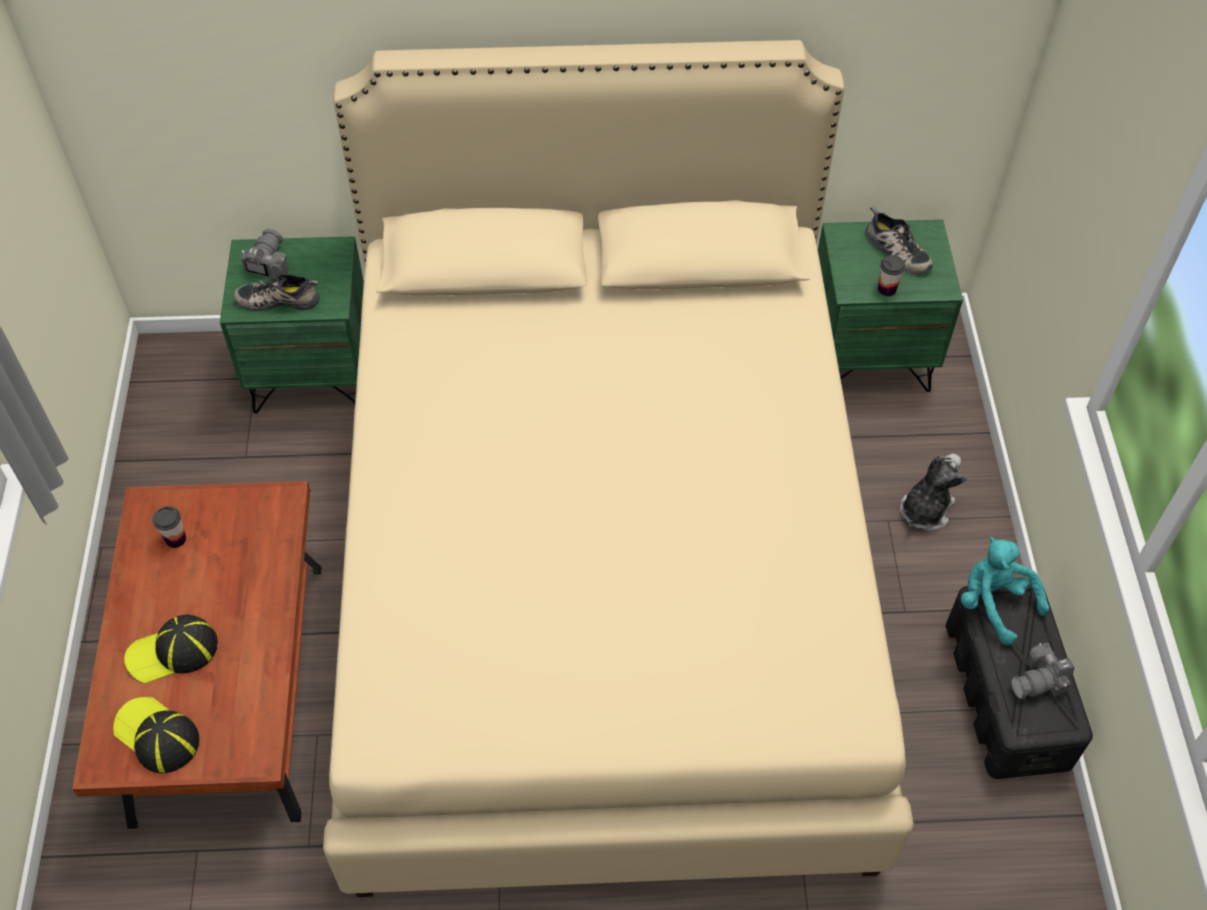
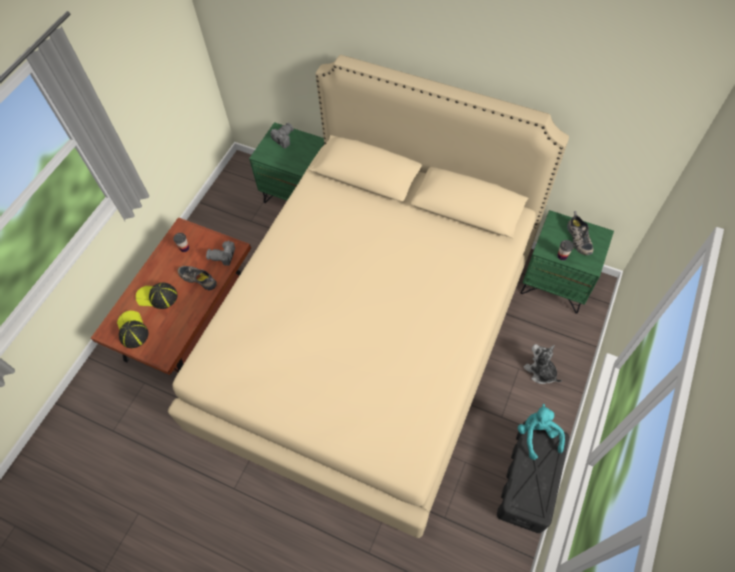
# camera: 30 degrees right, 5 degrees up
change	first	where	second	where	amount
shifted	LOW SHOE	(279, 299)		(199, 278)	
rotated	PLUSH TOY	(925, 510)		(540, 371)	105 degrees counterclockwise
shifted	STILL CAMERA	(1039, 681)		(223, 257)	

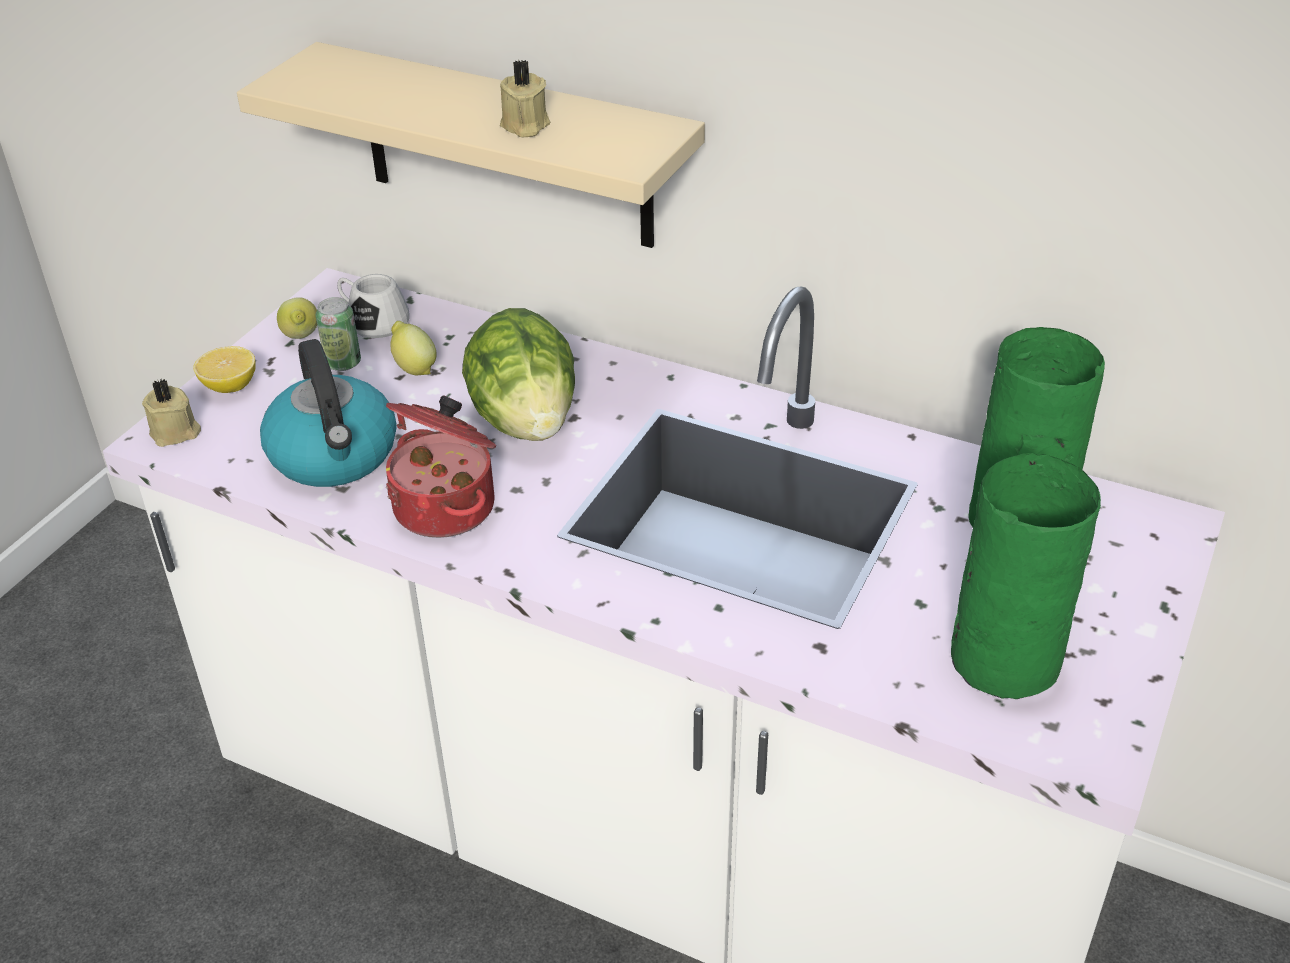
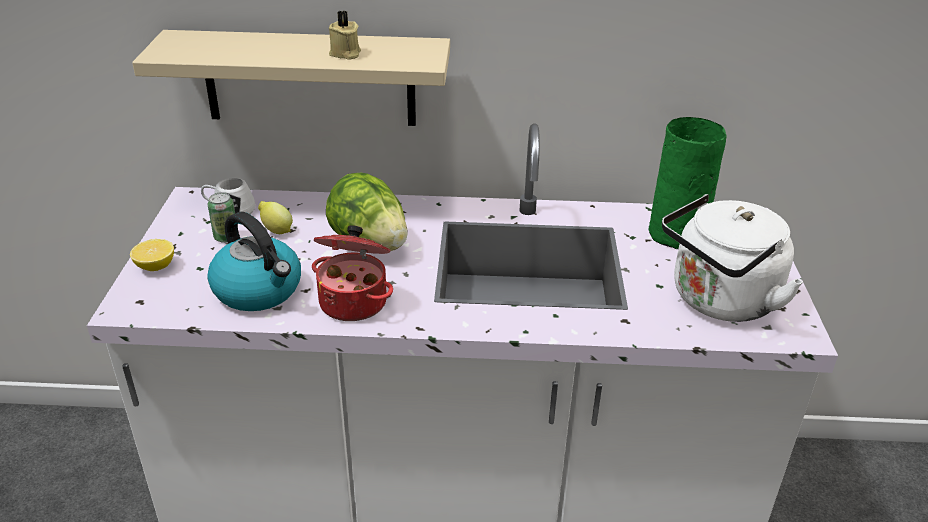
# camera: 25 degrees left, 5 degrees down
change	first	where	second	where	amount
gone	BEIGE WAX LIGHT	(176, 433)			
gone	LEMON	(301, 338)			
swapped	GREENISH FLOWER VASE	(1001, 658)	WHITE-COLOURED KETTLE	(719, 301)	

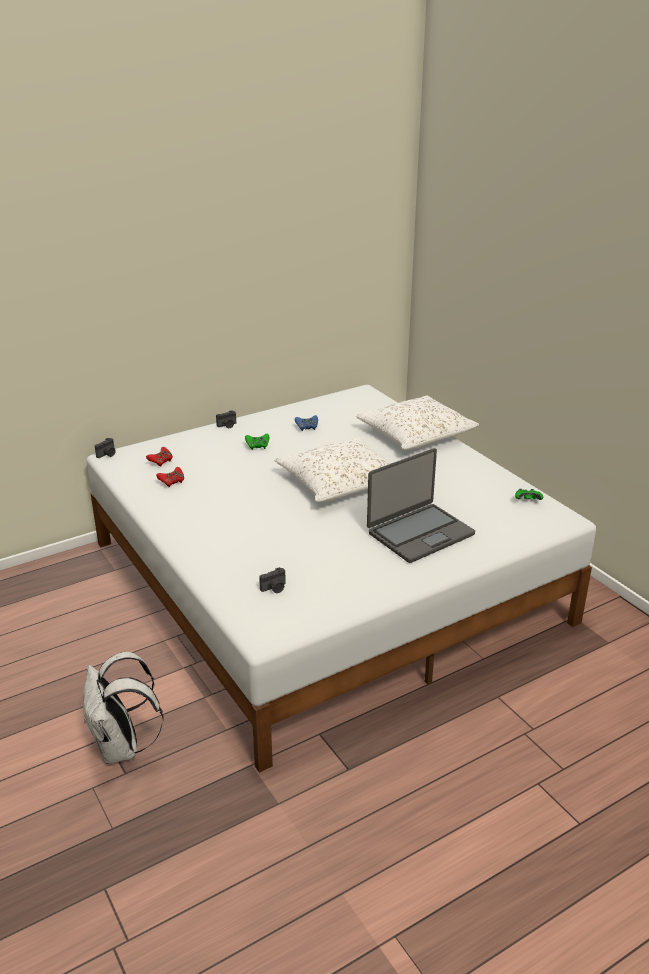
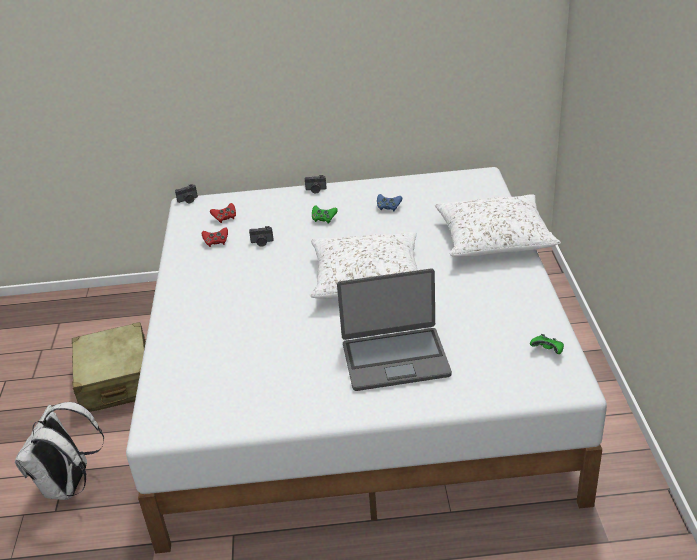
# camera: 30 degrees right, 5 degrees up
change	first	where	second	where	amount
shifted	STILL CAMERA	(274, 588)		(262, 242)	
new			BEIGE TRAVEL CASE	(116, 380)	

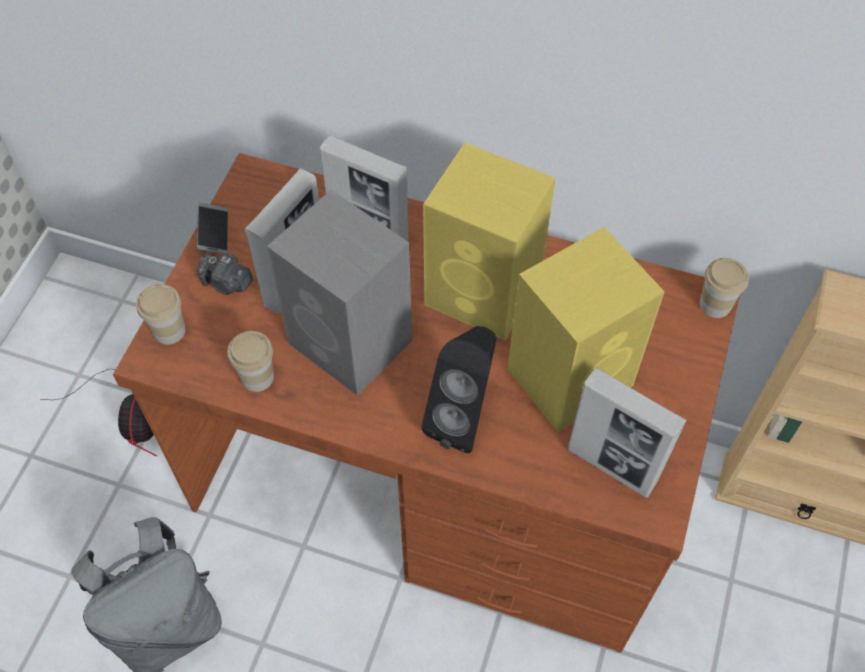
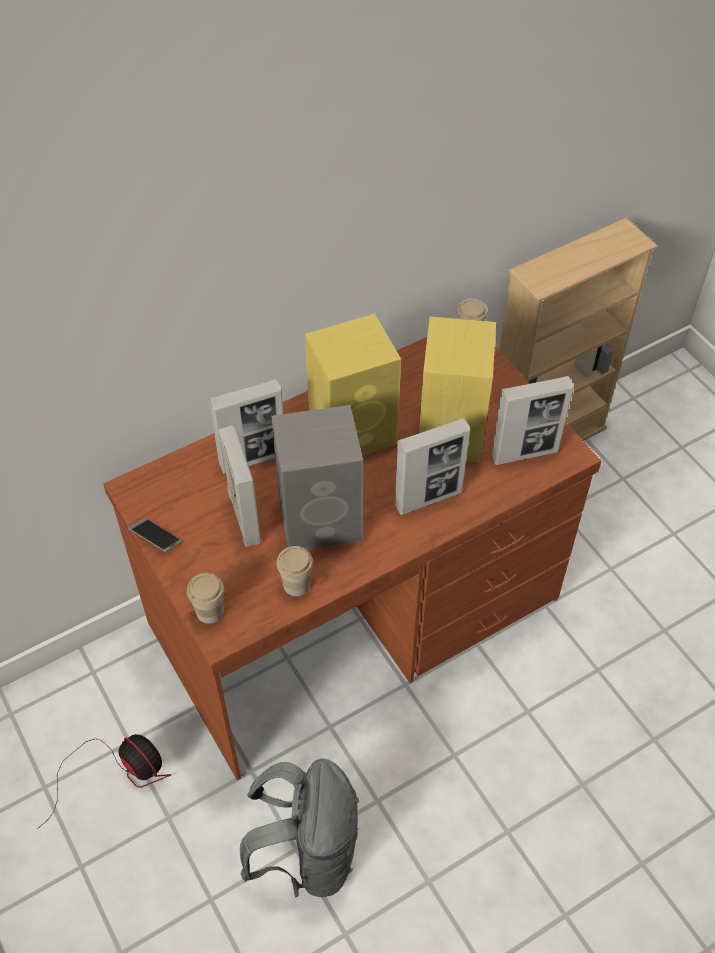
# camera: 50 degrees left, 5 degrees down
change	first	where	second	where	amount
gone	STILL CAMERA	(227, 283)			
swapped	BLACKISH LOUDSPEAKER	(463, 417)	PHOTO FRAME	(428, 498)	

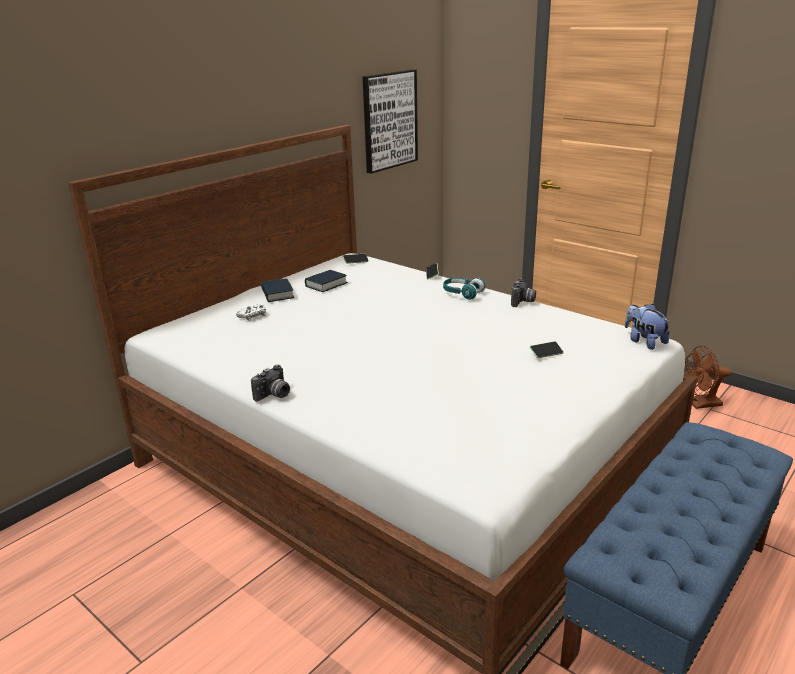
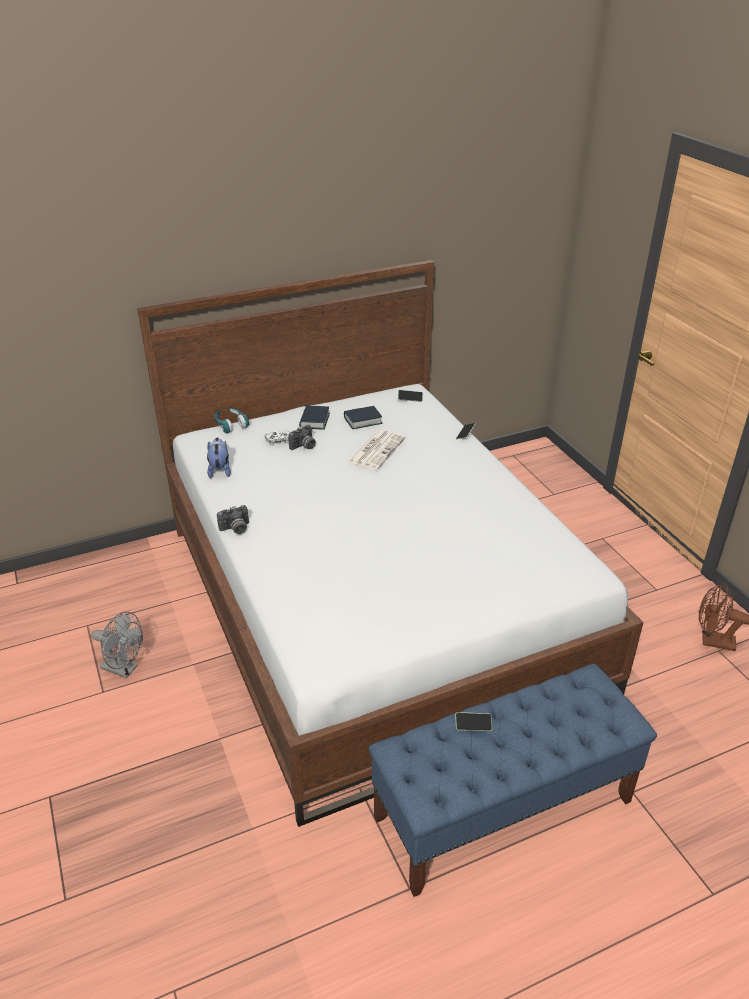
# camera: 25 degrees right, 10 degrees up
change	first	where	second	where	amount
gone	PICTURE	(389, 120)			
shifted	BLUE-GREEN HEADSET	(462, 293)		(231, 425)	
shifted	STILL CAMERA	(523, 302)		(304, 446)	
shifted	TELEPHONE	(546, 354)		(473, 725)	
shifted	PLUSH TOY	(644, 341)		(219, 470)	
new			GREYISH COOLING FAN	(124, 669)	
new			PRINTED PAPER	(376, 450)	

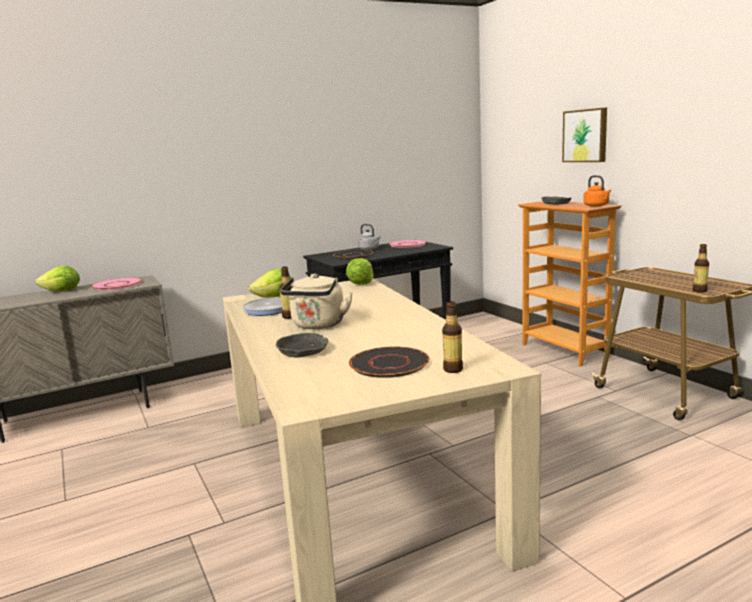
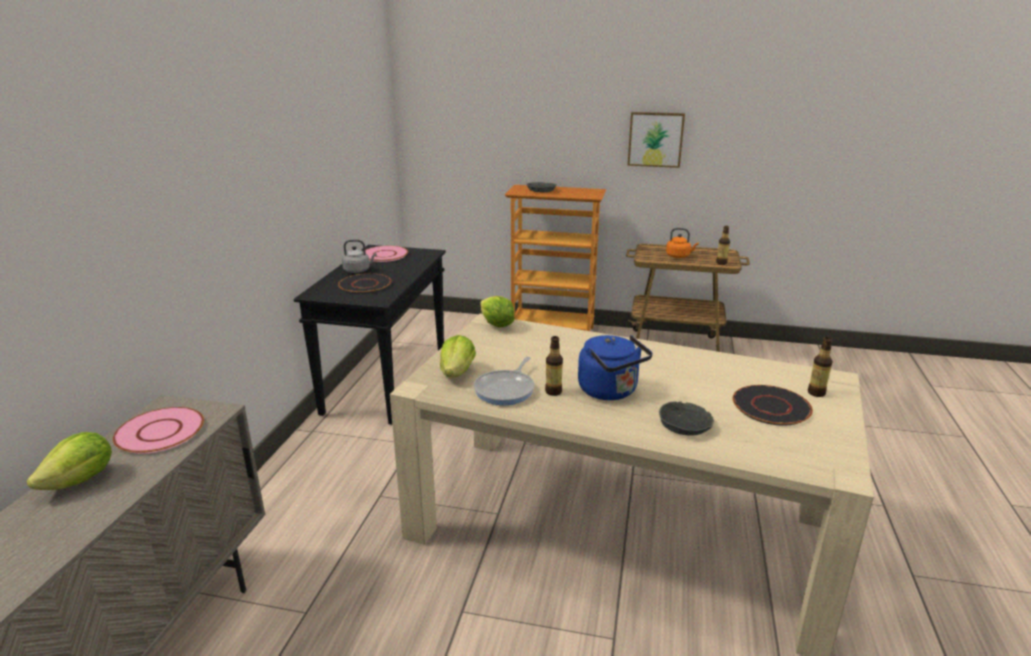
# camera: 50 degrees left, 10 degrees up
change	first	where	second	where	amount
repainted	BEIGE KETTLE	(317, 325)	BLUISH KETTLE	(610, 391)	
shifted	PICTURE	(586, 135)		(655, 139)	
shifted	ORANGE-COLOURED KETTLE	(597, 206)		(679, 256)	

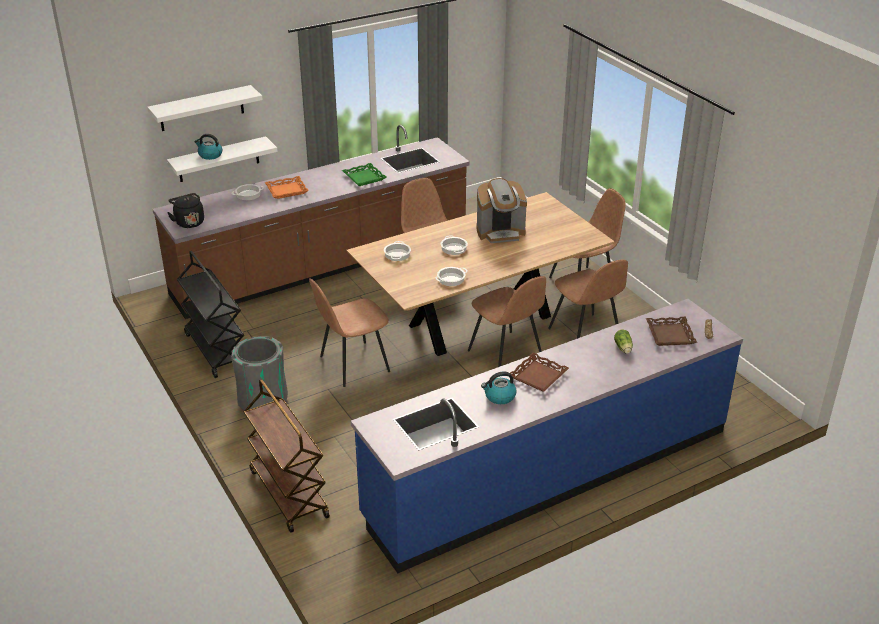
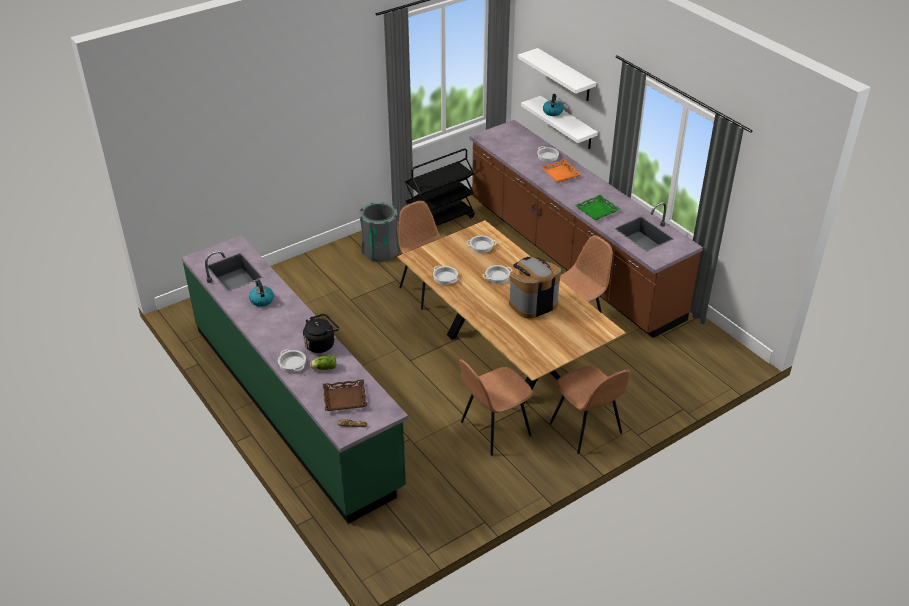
# camera: 85 degrees right, 5 degrees up
change	first	where	second	where	amount
shifted	BLACKISH KETTLE	(188, 222)		(321, 344)	
gone	BROWN-COLOURED WHEELED CART	(288, 493)			
repainted	BLUISH KITCHEN BASE UNIT	(549, 473)	GREENISH KITCHEN BASE UNIT	(295, 404)	
gone	BROWN-COLOURED UPRIGHT CHAIR	(506, 354)			
rotated	COFFEE MACHINE	(500, 232)		(532, 303)	75 degrees clockwise
gone	BROWN-COLOURED SERVING TRAY	(537, 376)			
new			STOCKPOT	(292, 364)	

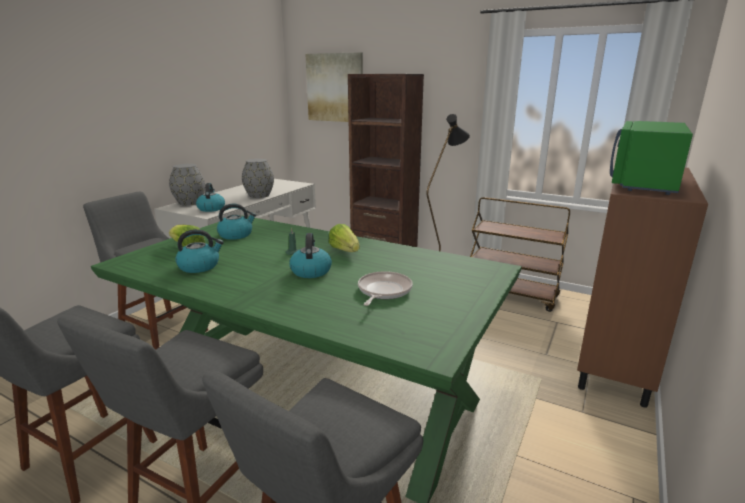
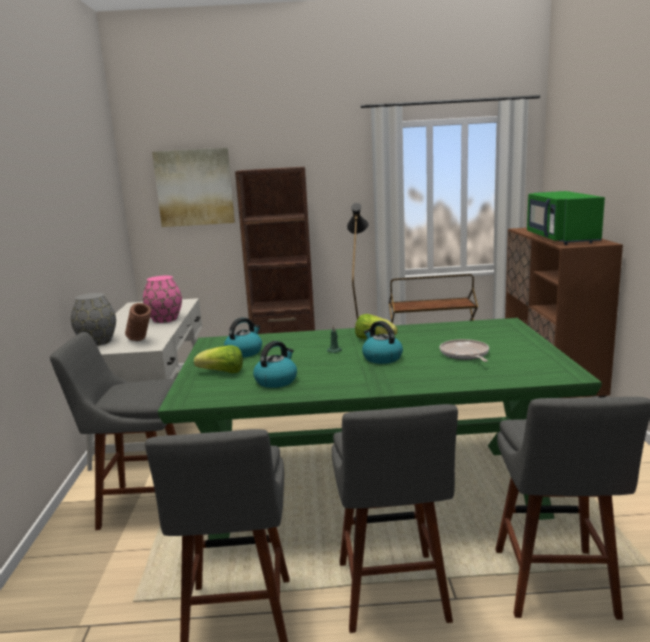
# camera: 30 degrees left, 5 degrees down
change	first	where	second	where	amount
swapped	KETTLE	(211, 208)	BROWN-COLOURED FLOWER VASE	(140, 341)	
repainted	GREYISH FLOWER VASE	(259, 195)	PINK-COLOURED FLOWER VASE	(165, 319)	

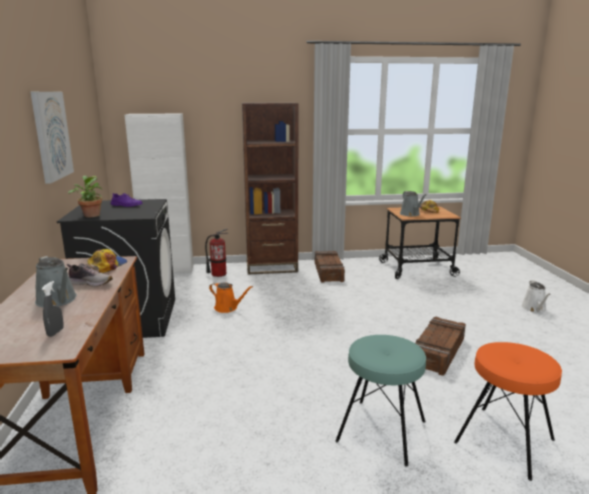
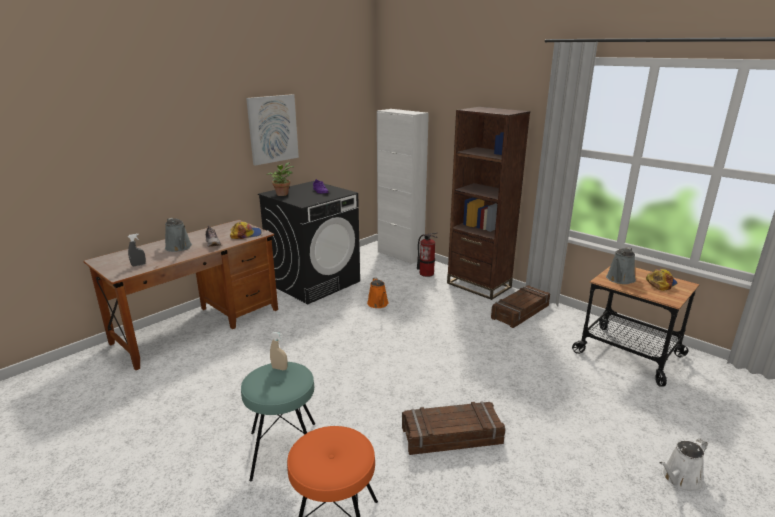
# camera: 50 degrees right, 5 degrees up
change	first	where	second	where	amount
rotated	GREYISH SPRINKLING CAN	(58, 301)		(179, 247)	45 degrees counterclockwise
new			BEIGE SPRAYER	(279, 368)	

